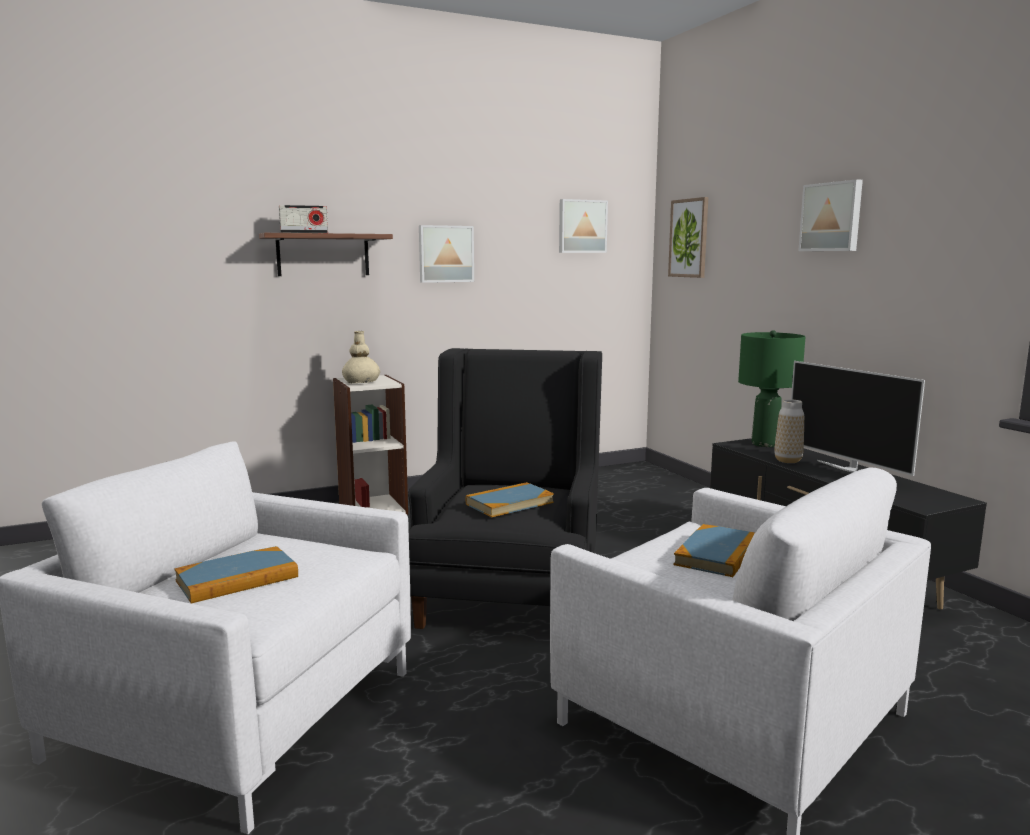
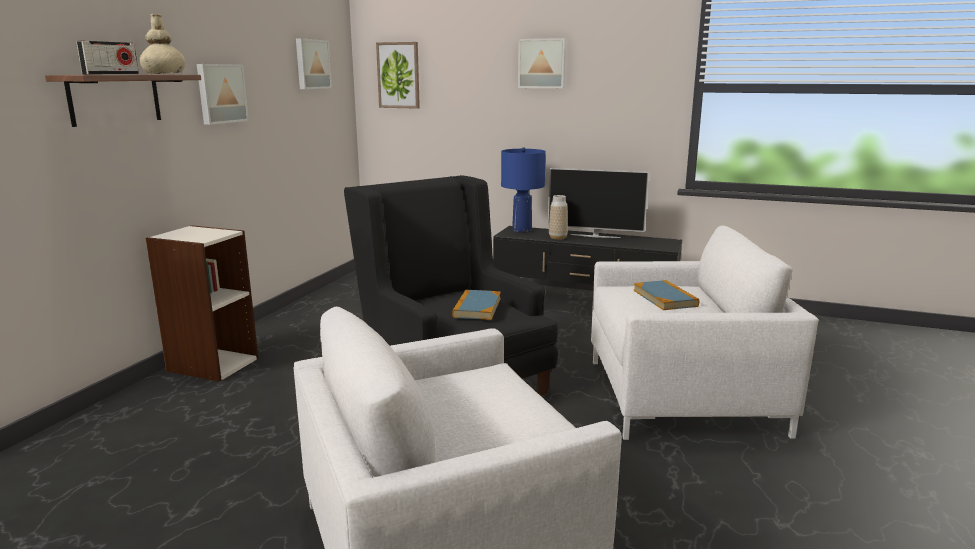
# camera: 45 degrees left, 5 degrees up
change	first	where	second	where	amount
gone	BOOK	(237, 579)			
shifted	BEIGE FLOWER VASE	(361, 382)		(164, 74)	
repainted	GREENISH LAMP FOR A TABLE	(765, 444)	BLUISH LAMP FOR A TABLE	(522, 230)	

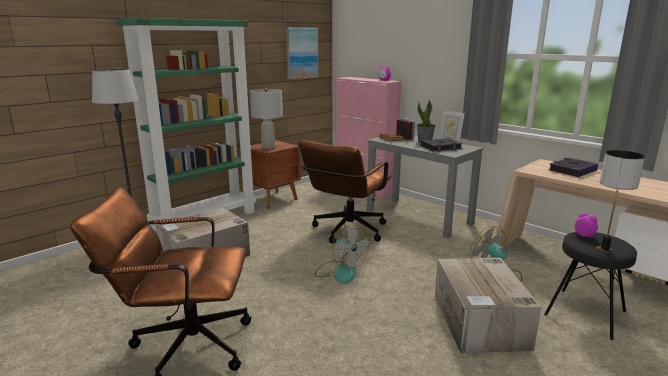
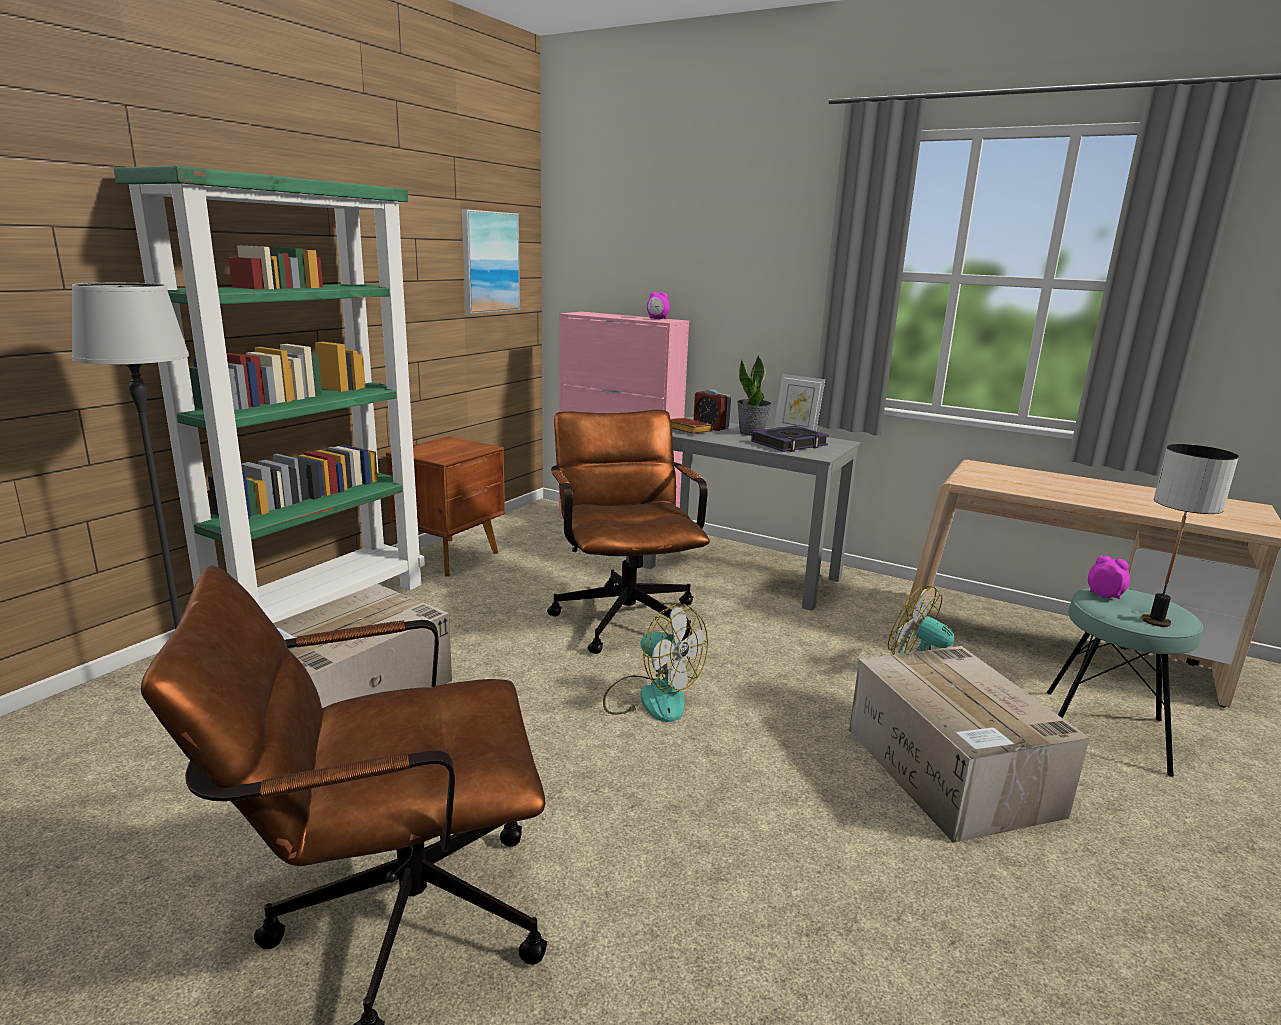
# camera: 15 degrees left, 0 degrees up
change	first	where	second	where	amount
gone	GREYISH LAMP FOR A TABLE	(268, 148)			
rotated	BROWN-COLOURED COMPUTER CHAIR	(346, 232)		(624, 614)	150 degrees clockwise
repainted	BLACKISH SITTING STOOL	(585, 313)	BLUE-GREEN SITTING STOOL	(1104, 731)	
gone	BOOK	(572, 170)			

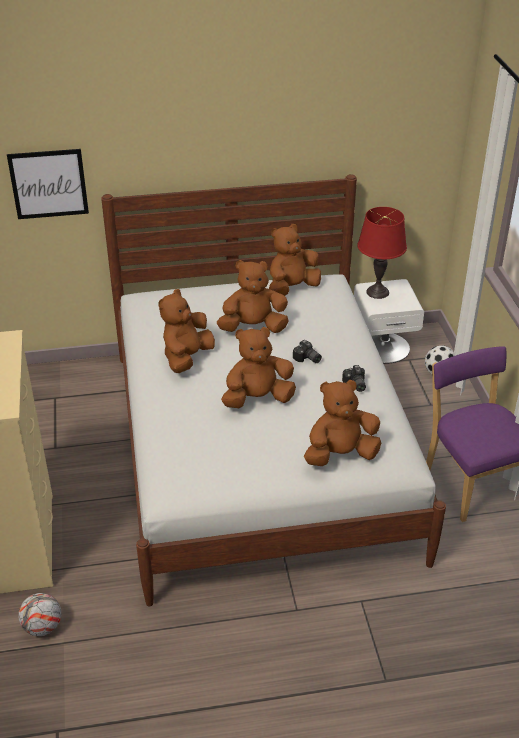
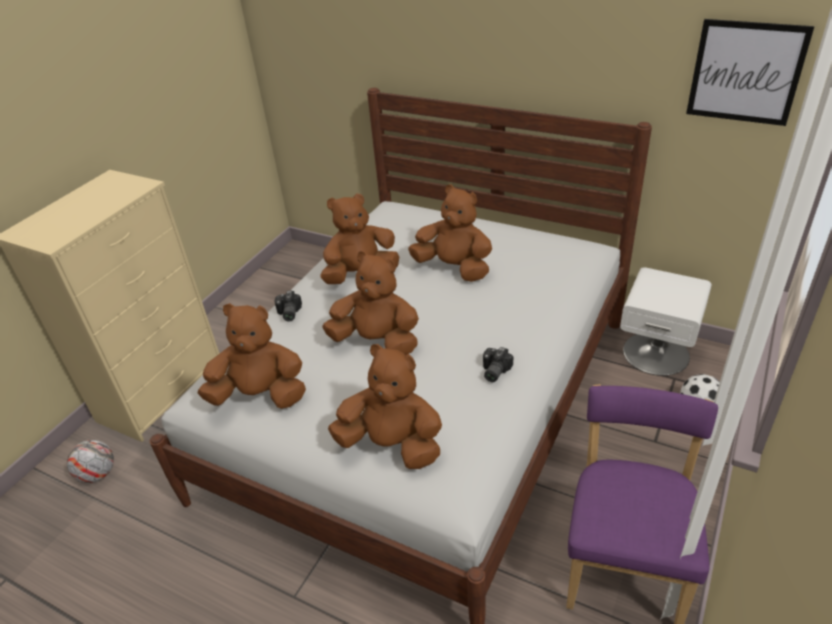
# camera: 40 degrees right, 0 degrees up
change	first	where	second	where	amount
shifted	PICTURE	(48, 184)		(745, 72)	
shifted	BROWN-COLOURED PLUSH TOY	(292, 288)		(260, 395)	
shifted	STILL CAMERA	(307, 359)		(288, 313)	
gone	RED-COLOURED LAMP FOR A TABLE	(377, 292)			

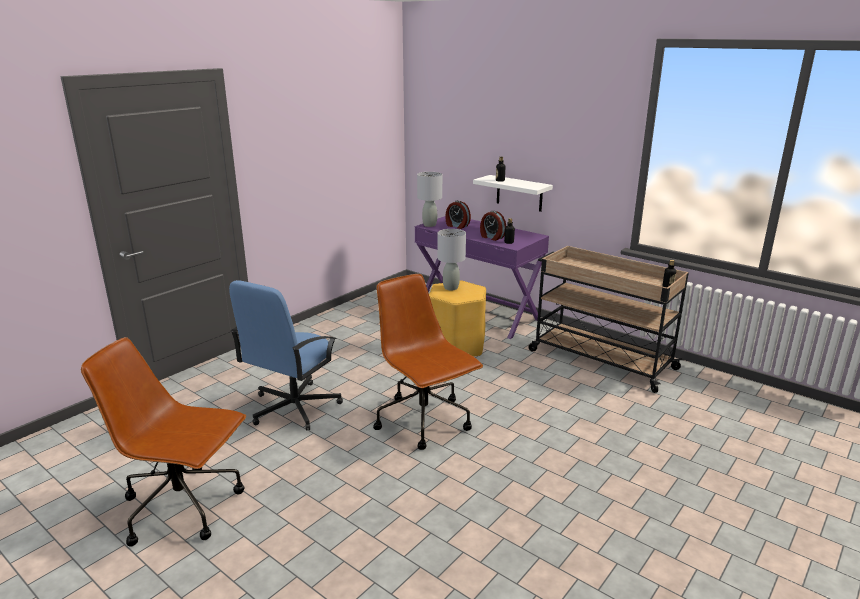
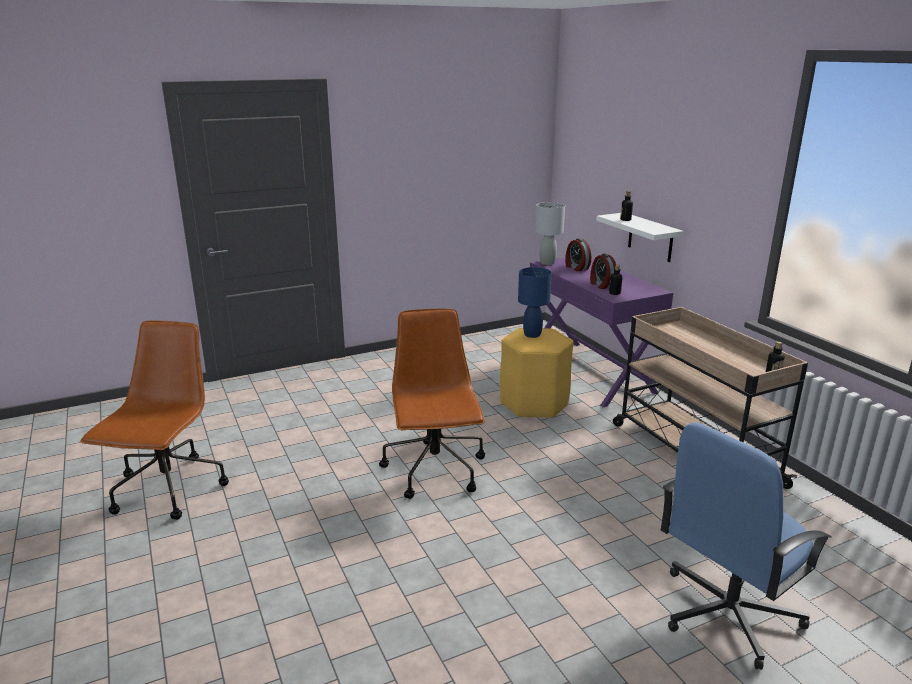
# camera: 25 degrees right, 0 degrees up
change	first	where	second	where	amount
rotated	BROWN-COLOURED COMPUTER CHAIR	(184, 507)		(168, 490)	60 degrees clockwise
shifted	BLUISH COMPUTER CHAIR	(293, 407)		(727, 613)	
repainted	GREYISH LAMP FOR A TABLE	(451, 288)	BLUISH LAMP FOR A TABLE	(532, 335)	

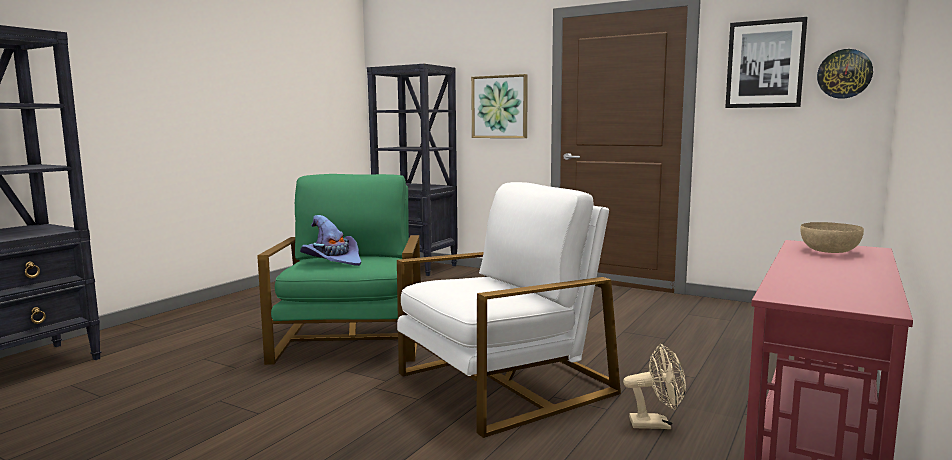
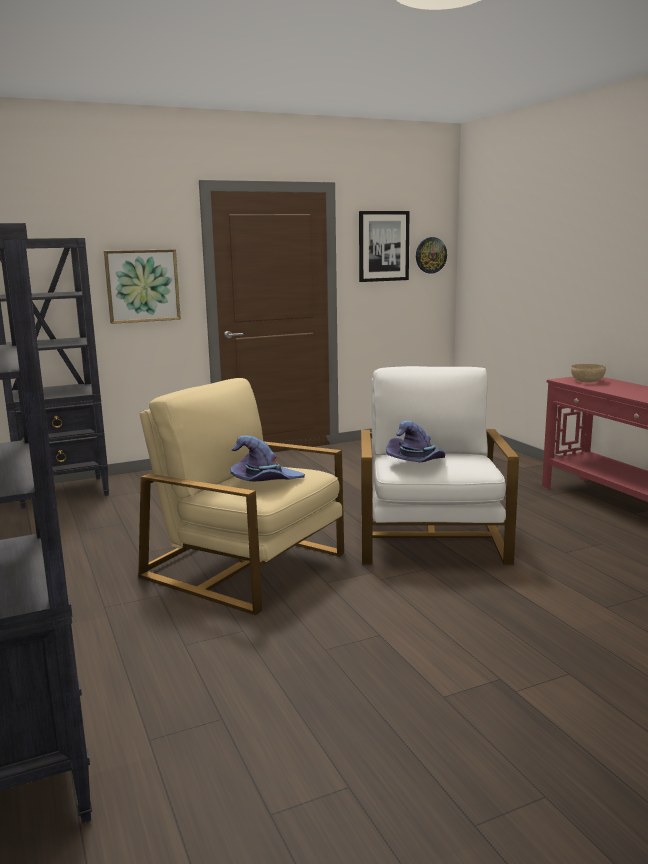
# camera: 55 degrees left, 5 degrees up
change	first	where	second	where	amount
repainted	GREENISH ARMCHAIR	(352, 339)	BEIGE ARMCHAIR	(247, 565)	
gone	BEIGE COOLING FAN	(656, 424)			
new			PURPLE HAT	(417, 463)	

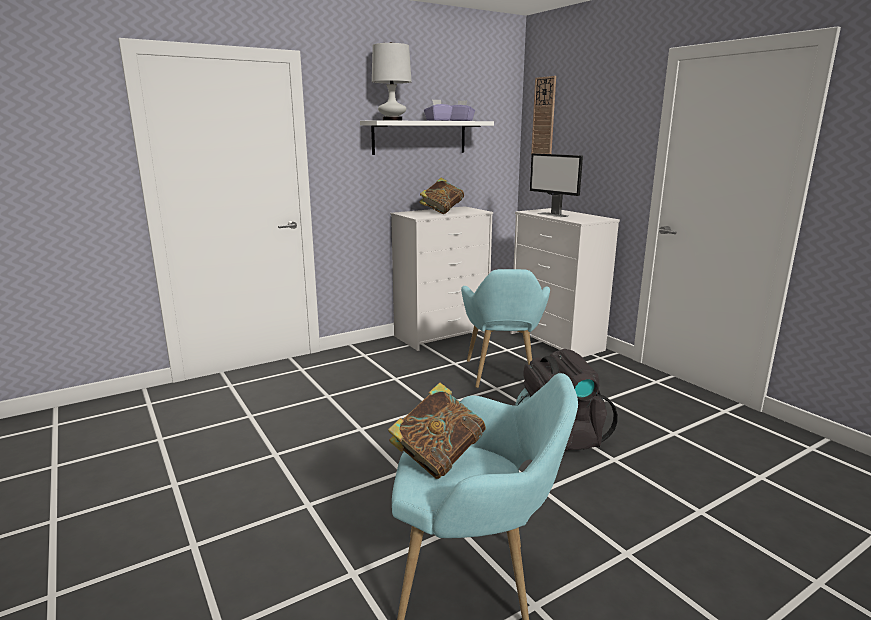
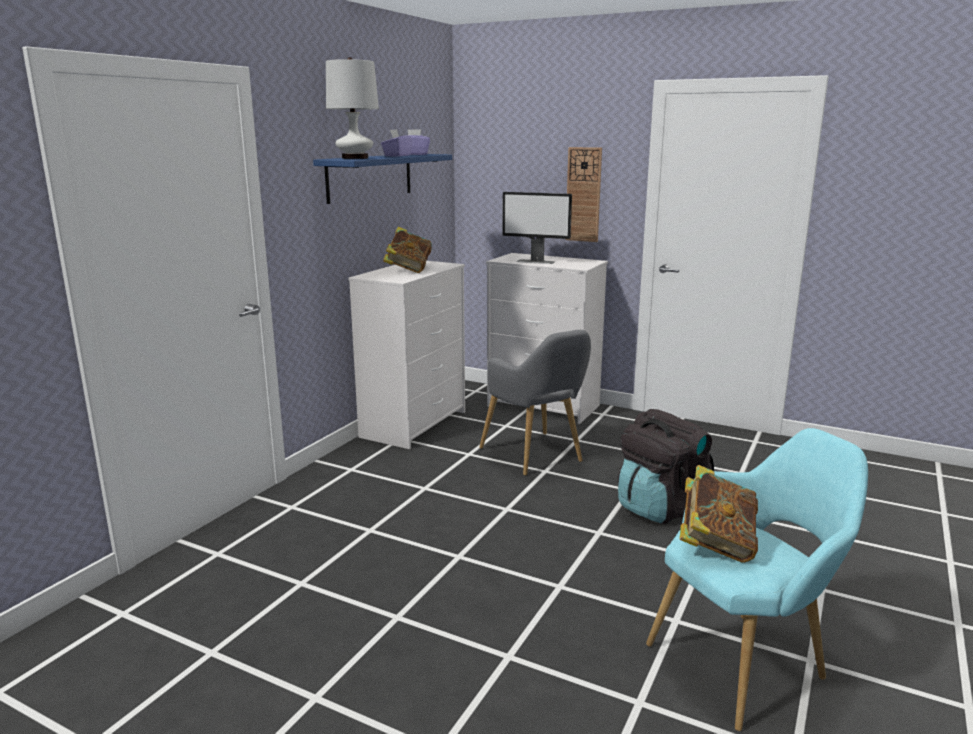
# camera: 30 degrees left, 0 degrees up
change	first	where	second	where	amount
repainted	WHITE-COLOURED BRACKET SHELF	(419, 137)	BLUISH BRACKET SHELF	(370, 177)	
repainted	BLUE-GREEN ARMCHAIR	(502, 377)	GREYISH ARMCHAIR	(536, 457)	
shifted	WALL CLOCK	(544, 116)		(583, 194)	

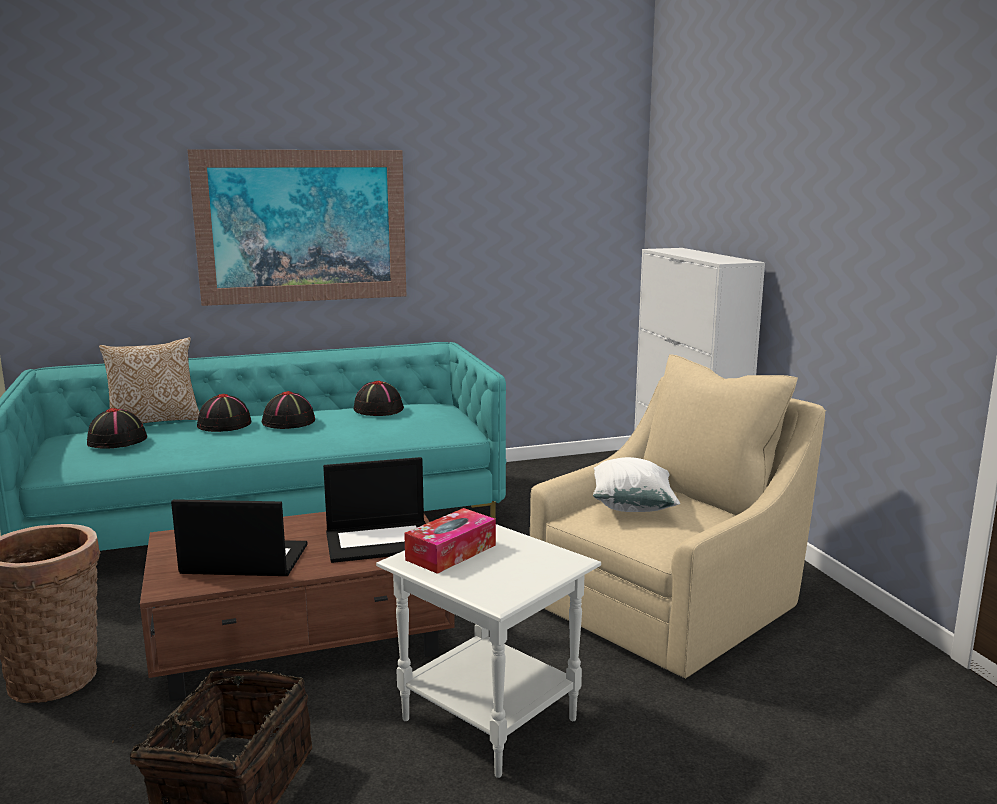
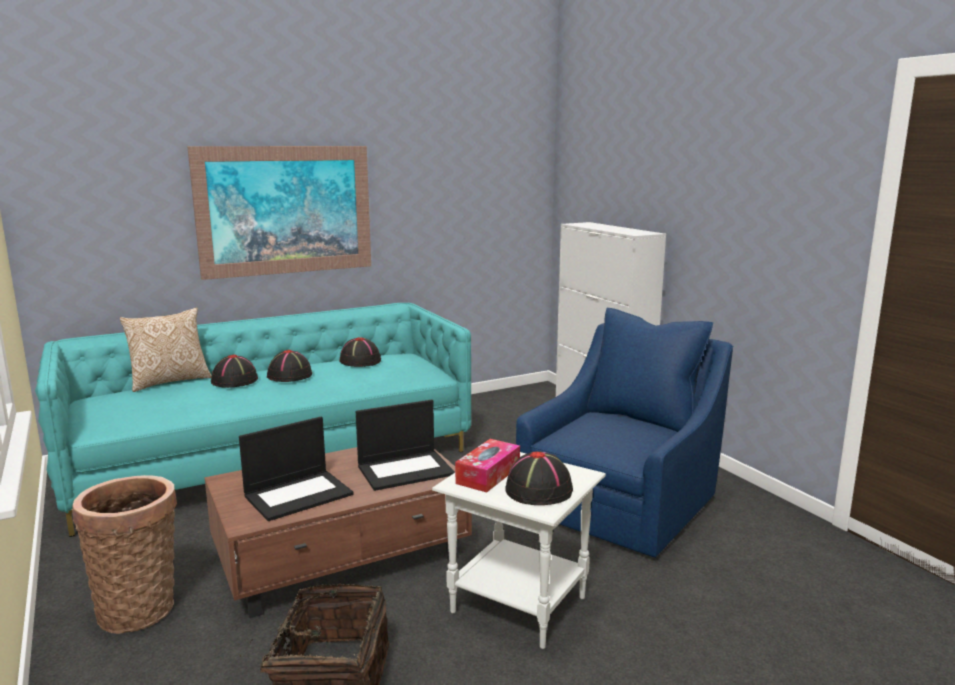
# camera: 10 degrees left, 0 degrees up
change	first	where	second	where	amount
shifted	BLACKISH HAT	(118, 440)		(539, 490)	
rotated	PORTABLE COMPUTER	(243, 560)		(299, 494)	150 degrees clockwise
repainted	BEIGE ARMCHAIR	(671, 605)	BLUISH ARMCHAIR	(622, 502)	
gone	WHITE-COLOURED PILLOW	(632, 507)			

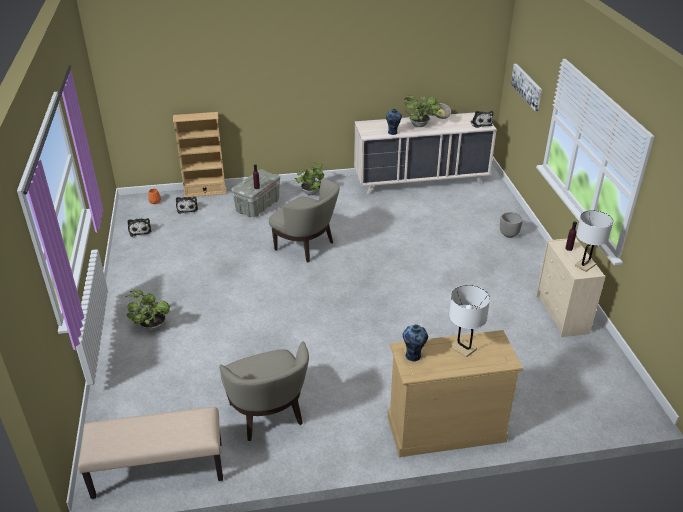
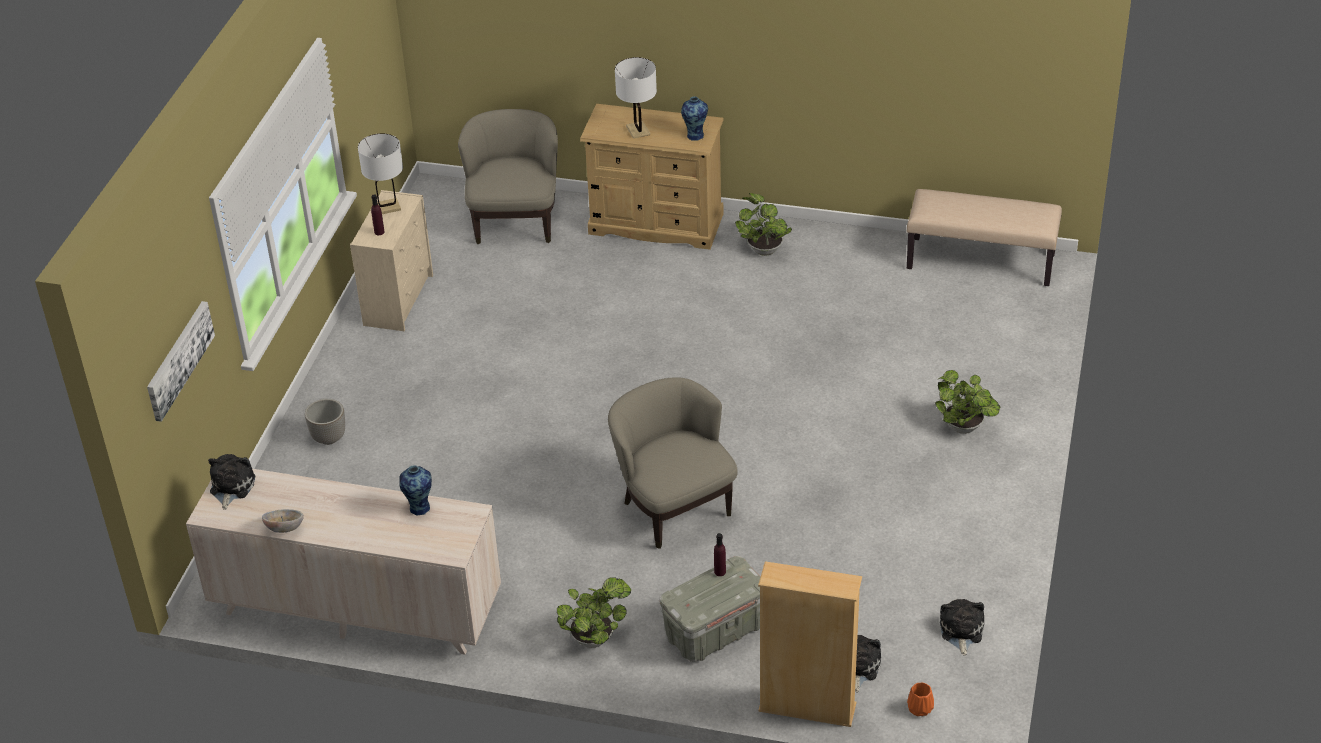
# camera: 155 degrees left, 5 degrees up
change	first	where	second	where	amount
shifted	BEIGE ARMCHAIR	(268, 415)		(515, 222)	
shifted	POTTED PLANT	(420, 125)		(763, 248)	

